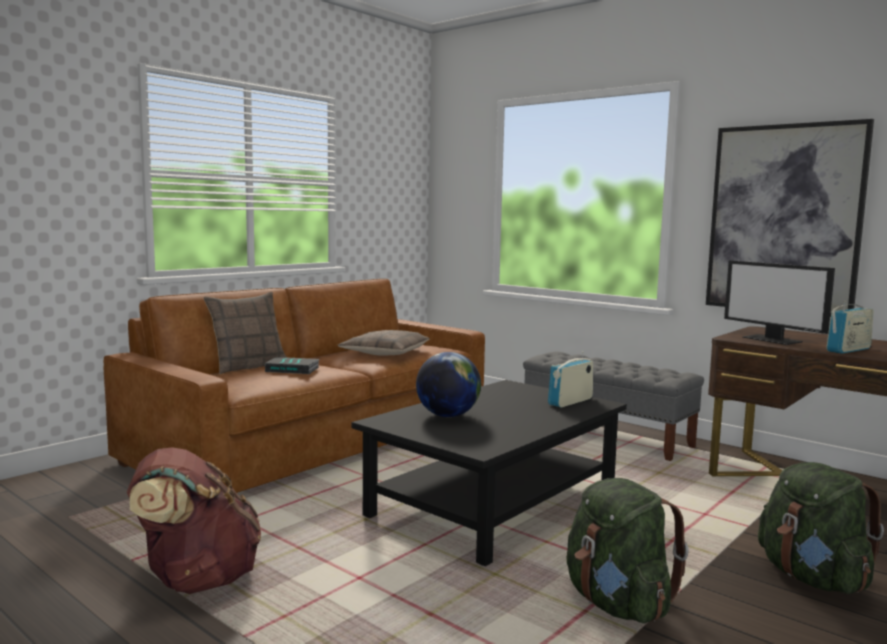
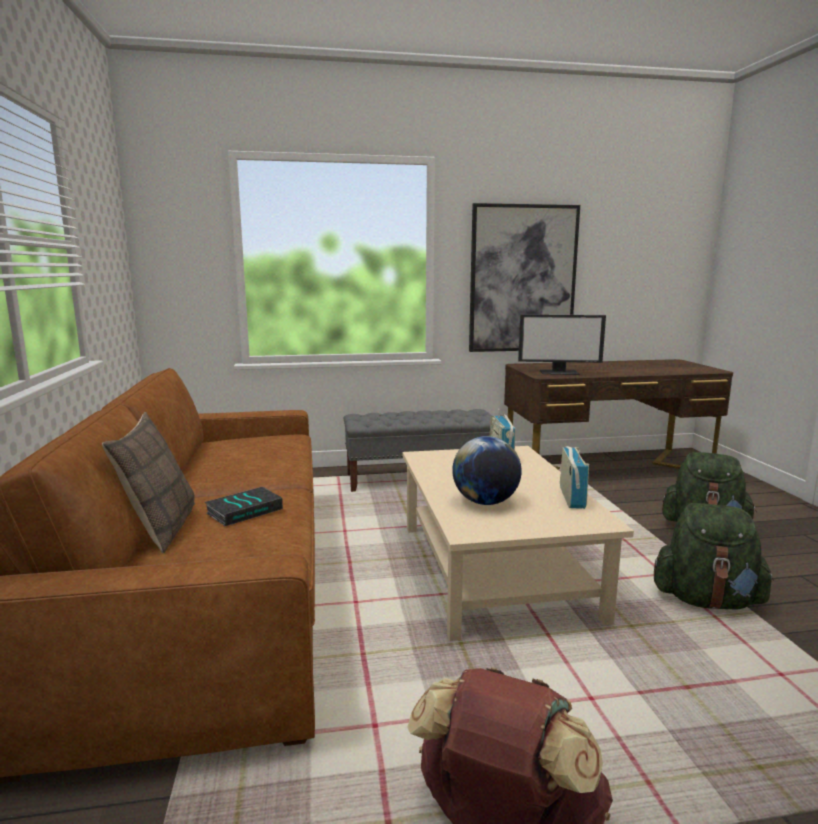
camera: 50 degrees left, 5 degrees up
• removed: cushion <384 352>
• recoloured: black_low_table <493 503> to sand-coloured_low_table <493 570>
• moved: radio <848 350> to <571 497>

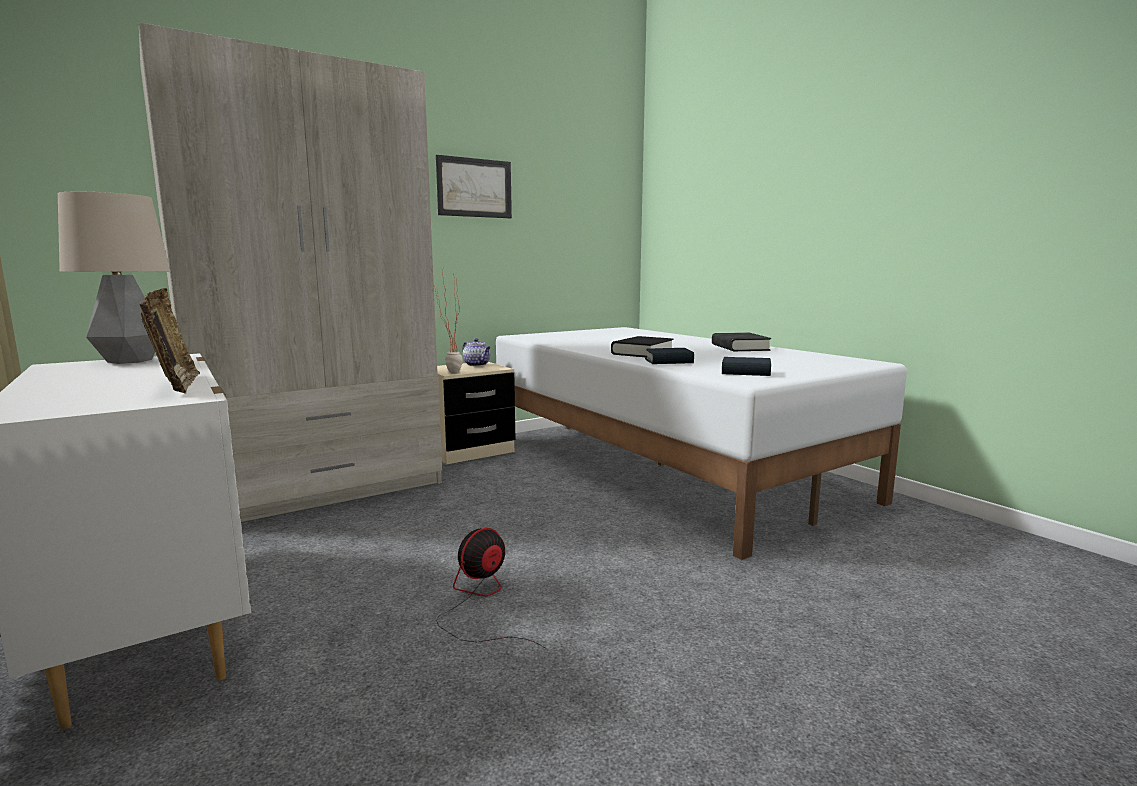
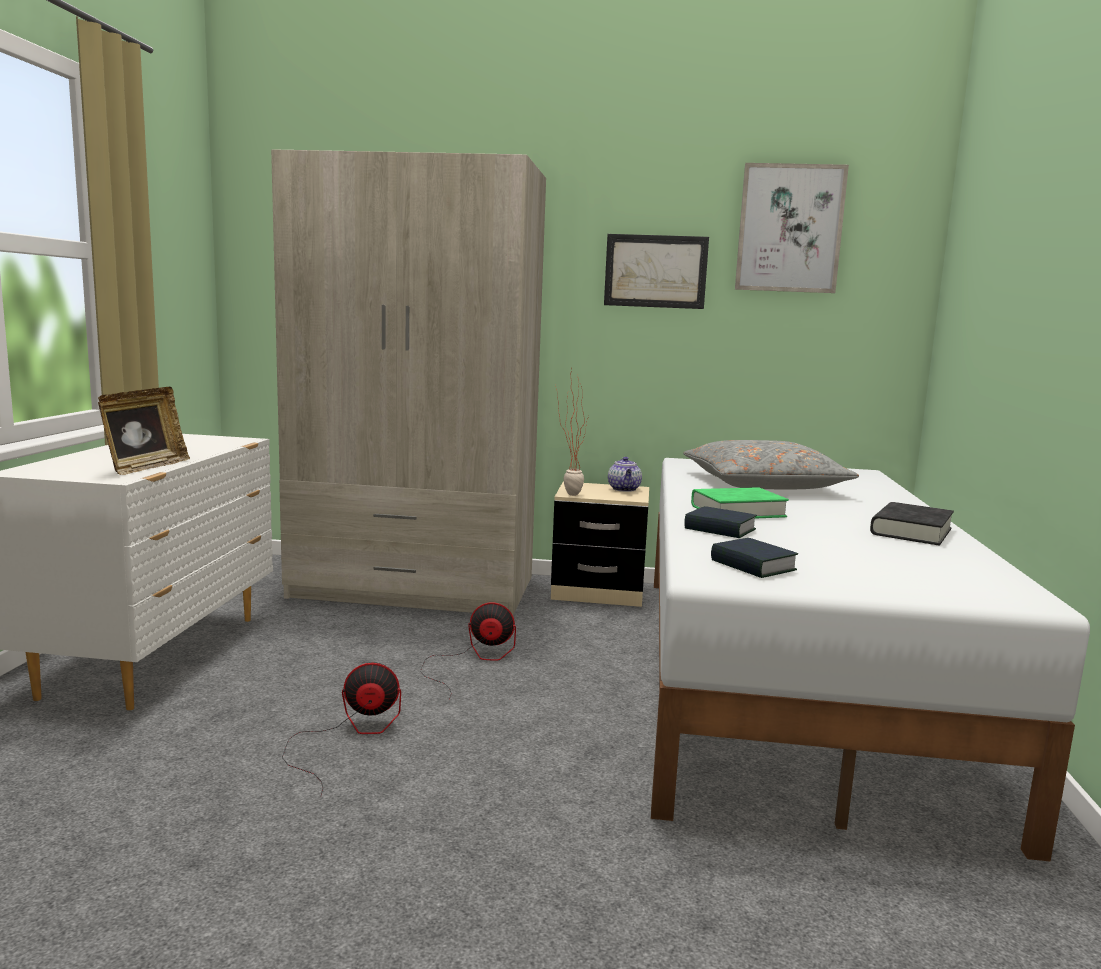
camera: 40 degrees right, 0 degrees up
• removed: tabletop_lamp <129 361>
• recoloured: black_book <642 352> to green_book <738 511>
• added: fan <473 660>
• added: grey_cushion <763 484>
• added: wall_art <789 229>

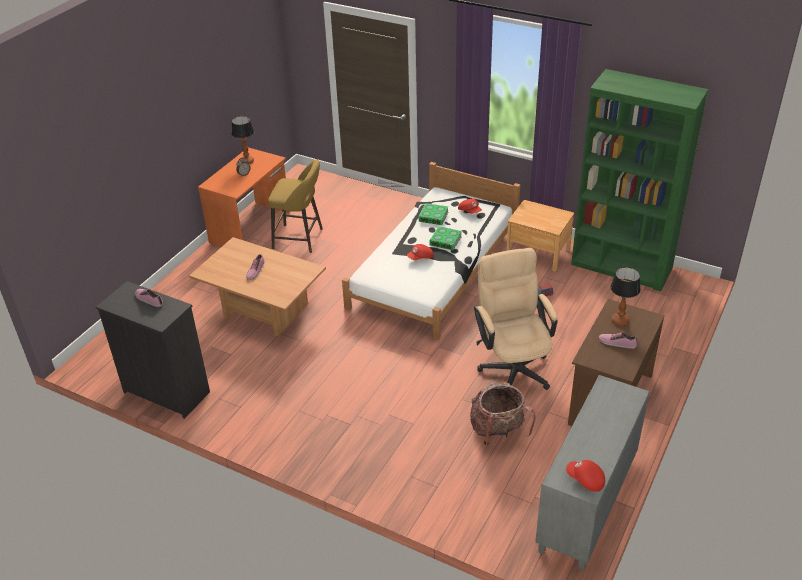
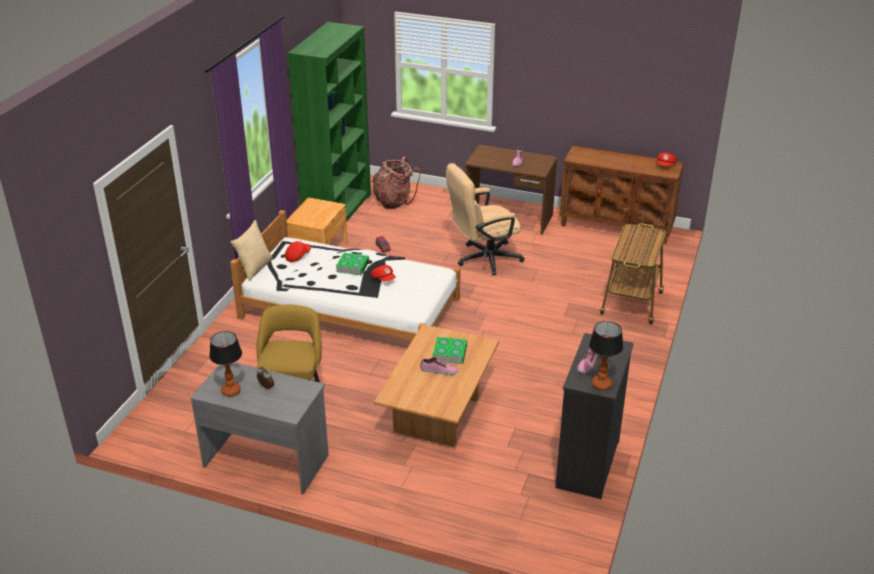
camera: 100 degrees left, 5 degrees down
• recoloured: orange-coloured_desk <251 227> to grey_desk <266 460>
• moved: book <433 216> to <450 353>
• moved: backpack <498 431> to <394 201>
• recoloured: grey_cabinet <587 506> to brown_cabinet <617 227>
• moved: tabletop_lamp <619 321> to <601 384>
• added: sand-coloured_cushion <254 268>
• added: trolley <631 304>

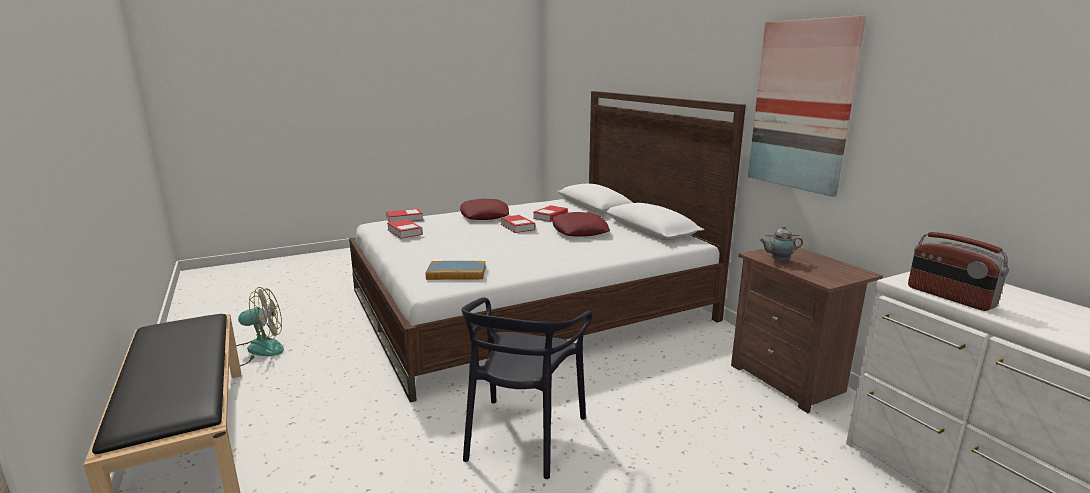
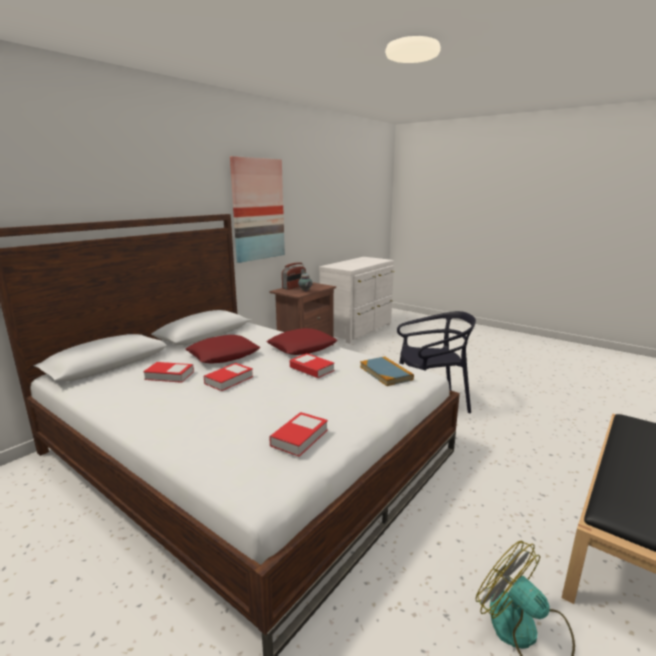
camera: 115 degrees left, 0 degrees up
• moved: book <404 219> to <311 369>
• moved: red_cushion <484 215> to <302 347>
• moved: radio <949 297> to <294 287>

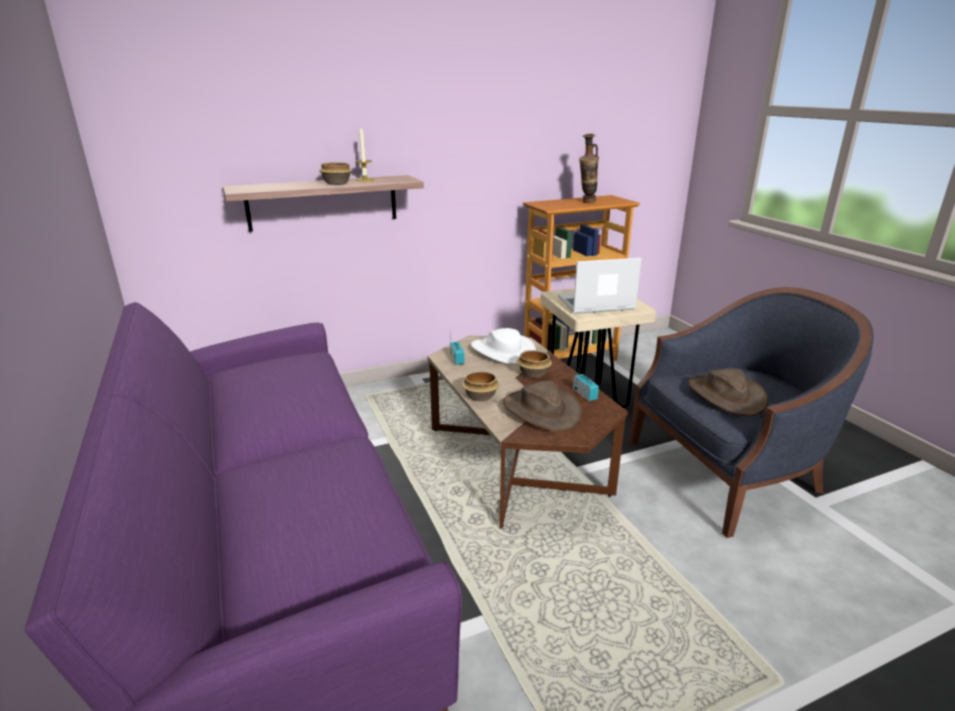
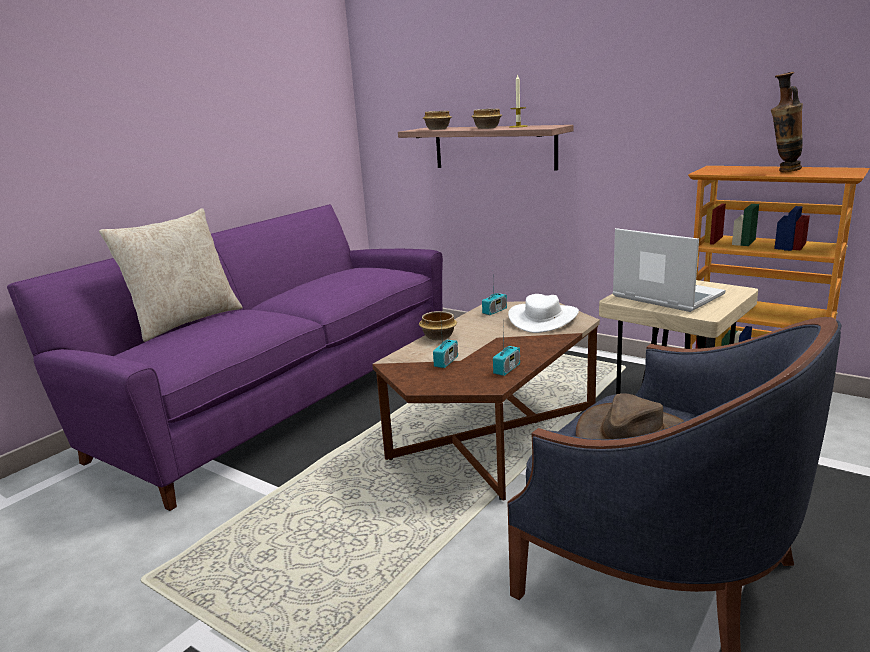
camera: 60 degrees right, 5 degrees down
• replaced: brown_wearable_hat <541 410> to radio <446 362>
• moved: deep_dish <532 373> to <437 129>
• added: sand-coloured_cushion <185 321>

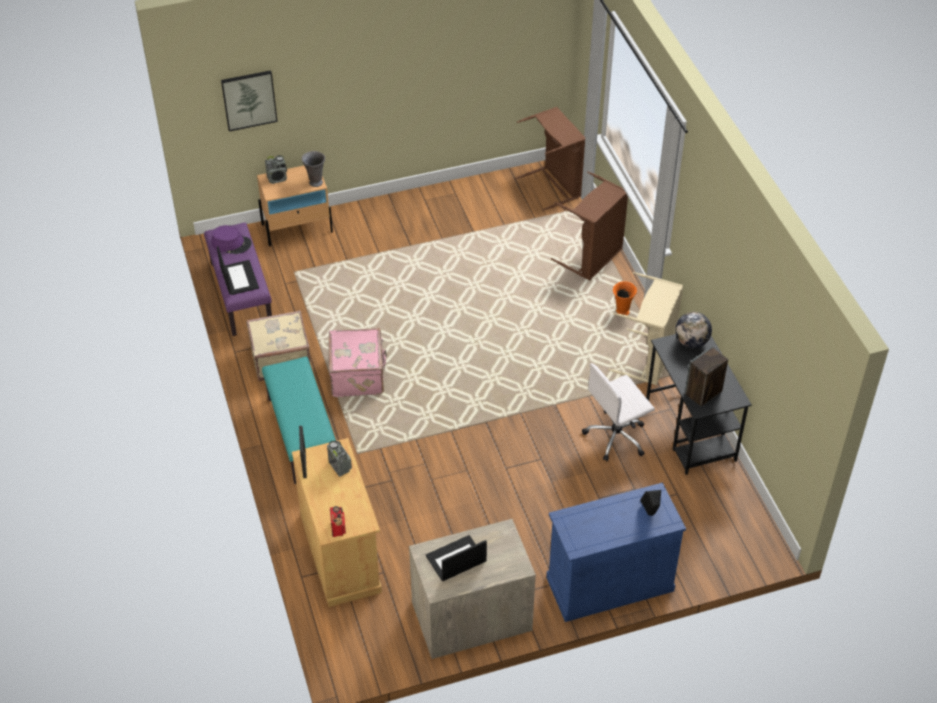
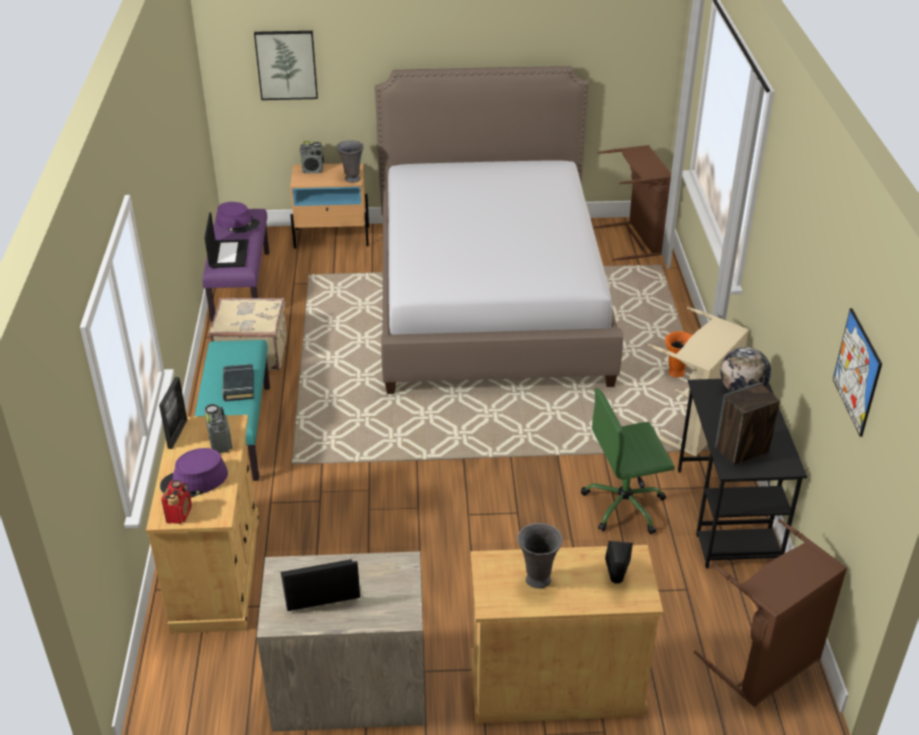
camera: 15 degrees right, 10 degrees down
• removed: pink_suitcase <358 375>
• recoloured: blue-coloured_cabinet <609 584> to sand-coloured_cabinet <556 685>
• moved: brown_laundry_basket <593 258> to <766 665>
• recoloured: whitish_desk_chair <616 436> to green_desk_chair <625 505>
• added: purple_wearable_hat <194 480>
• added: black_book <238 386>
• added: sleeping_bed <490 299>
• added: grey_flower_vase <537 579>
• added: wall_art <857 372>

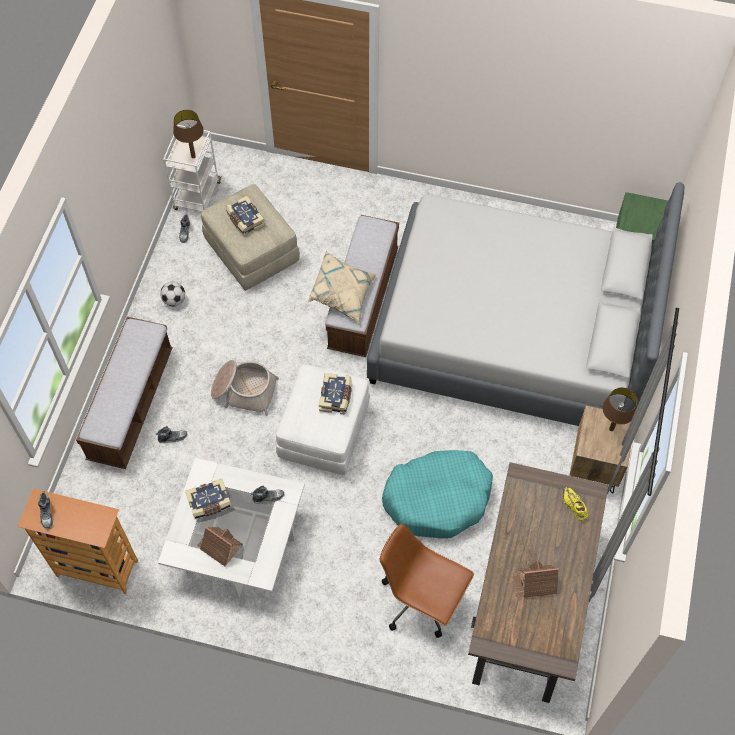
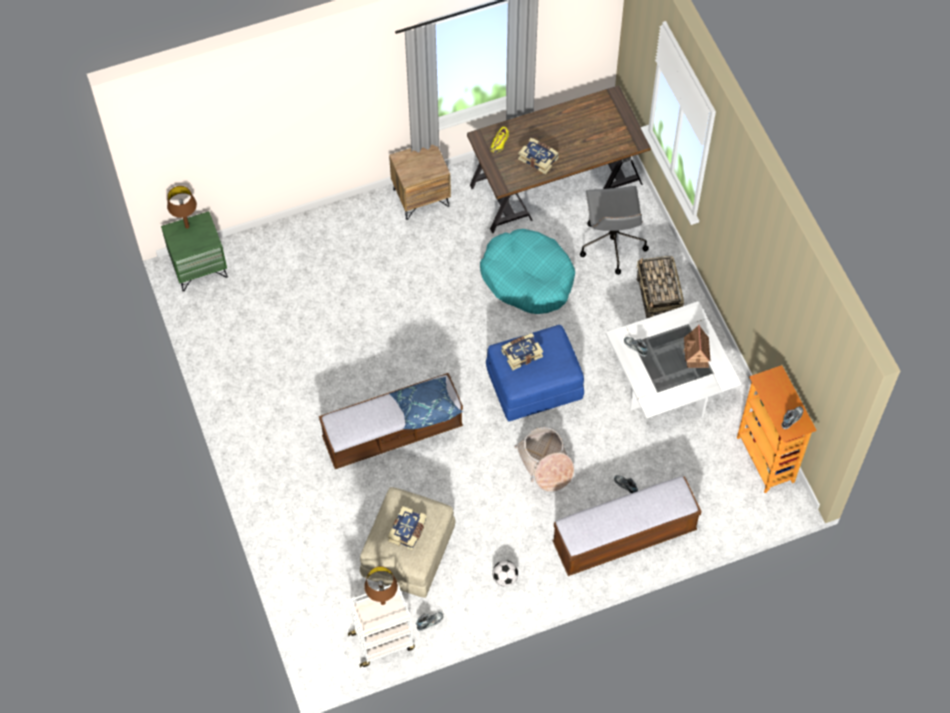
camera: 125 degrees left, 0 degrees up
• moved: book <209 503> to <538 158>
• recoloured: whitish_pouffe <324 431> to blue-coloured_pouffe <534 384>
• recoloured: sand-coloured_cushion <343 295> to blue-coloured_cushion <425 408>
• removed: grey_sleeping_bed <512 332>
• recoloured: brown_desk_chair <421 600> to grey_desk_chair <612 244>
• removed: model_house <534 582>
• moved: brown_tabletop_lamp <611 429> to <187 226>
• added: storage_basket <658 300>

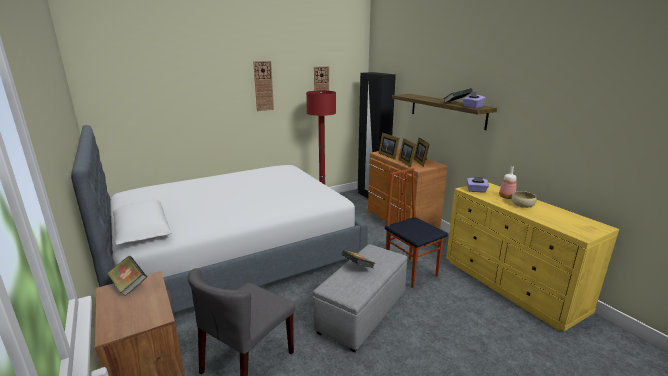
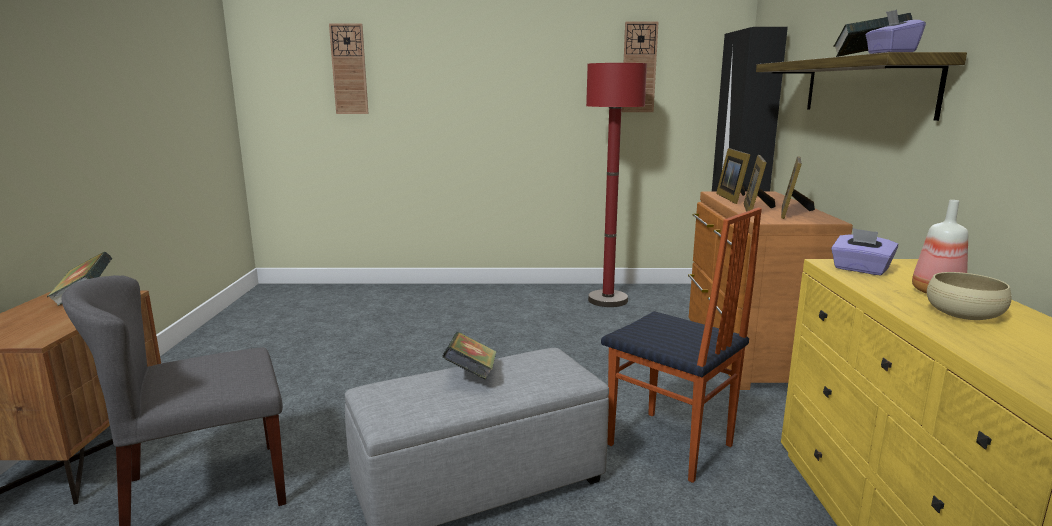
camera: 30 degrees right, 5 degrees down
• removed: sleeping_bed <234 256>
• moved: clock_on_the_wall <263 86> to <349 69>
• turned: upright_chair <411 271> = <669 446> 135 degrees clockwise

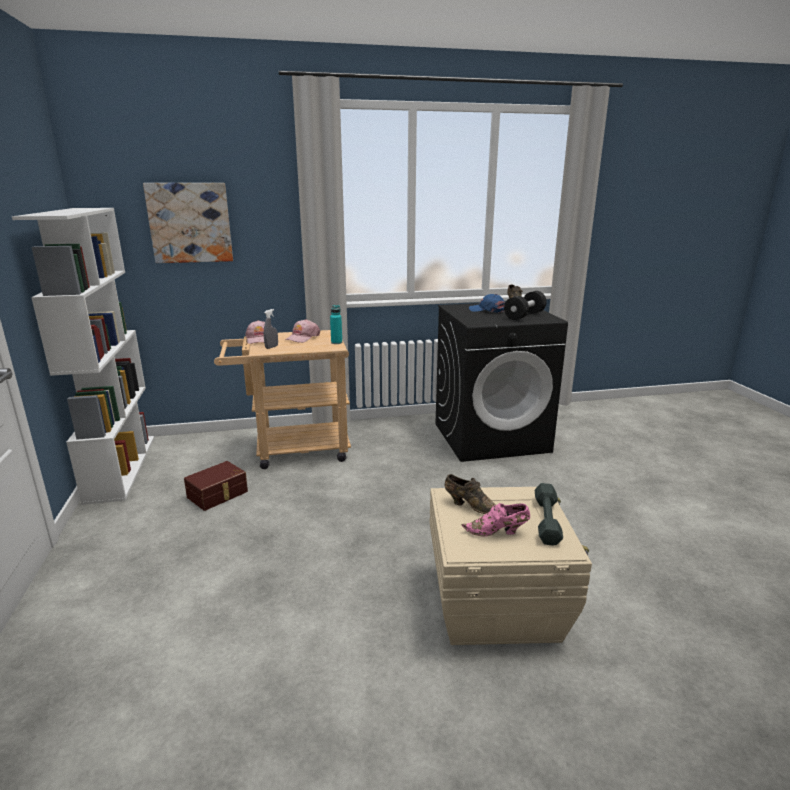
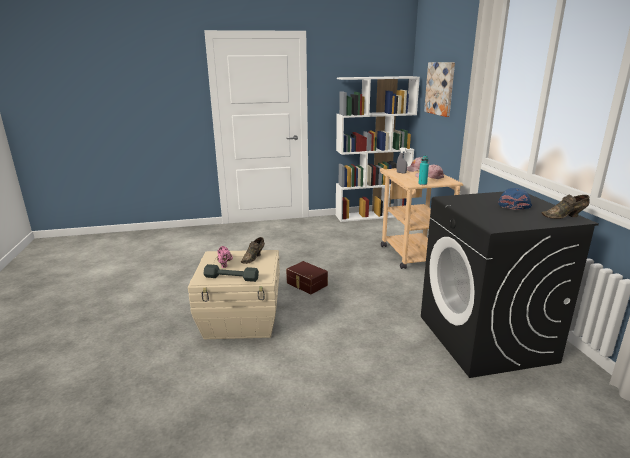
camera: 90 degrees right, 0 degrees up
• moved: brown_storage_container <218 495> to <306 284>
• removed: black_free_weight <524 316>

